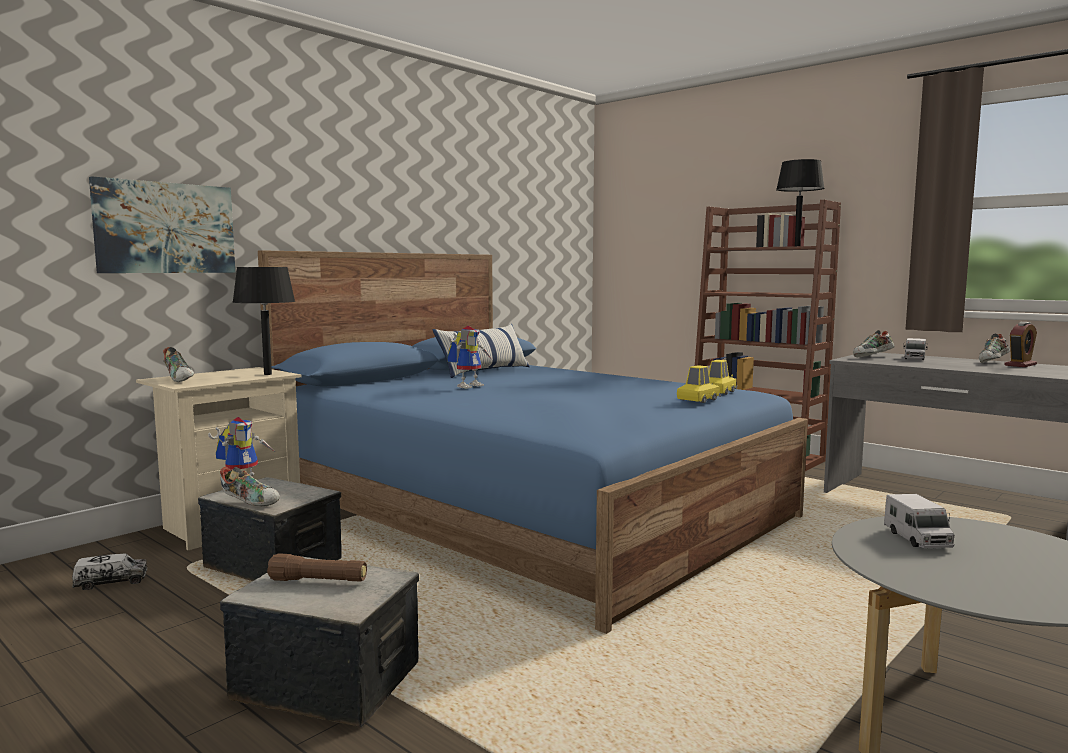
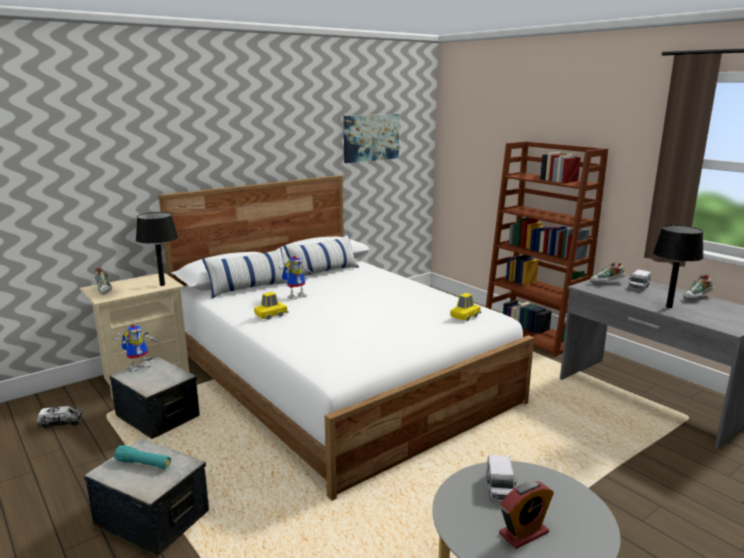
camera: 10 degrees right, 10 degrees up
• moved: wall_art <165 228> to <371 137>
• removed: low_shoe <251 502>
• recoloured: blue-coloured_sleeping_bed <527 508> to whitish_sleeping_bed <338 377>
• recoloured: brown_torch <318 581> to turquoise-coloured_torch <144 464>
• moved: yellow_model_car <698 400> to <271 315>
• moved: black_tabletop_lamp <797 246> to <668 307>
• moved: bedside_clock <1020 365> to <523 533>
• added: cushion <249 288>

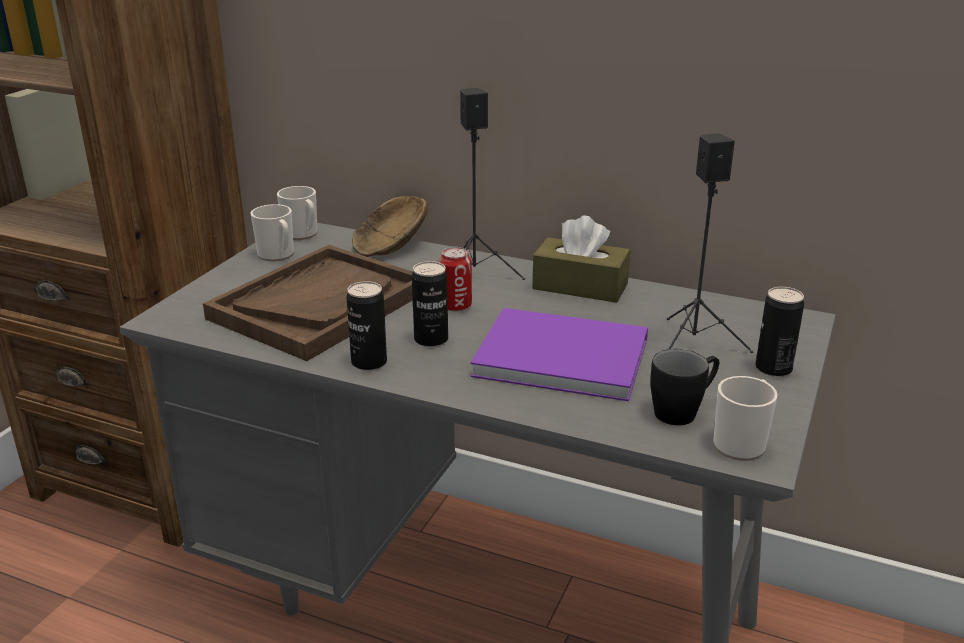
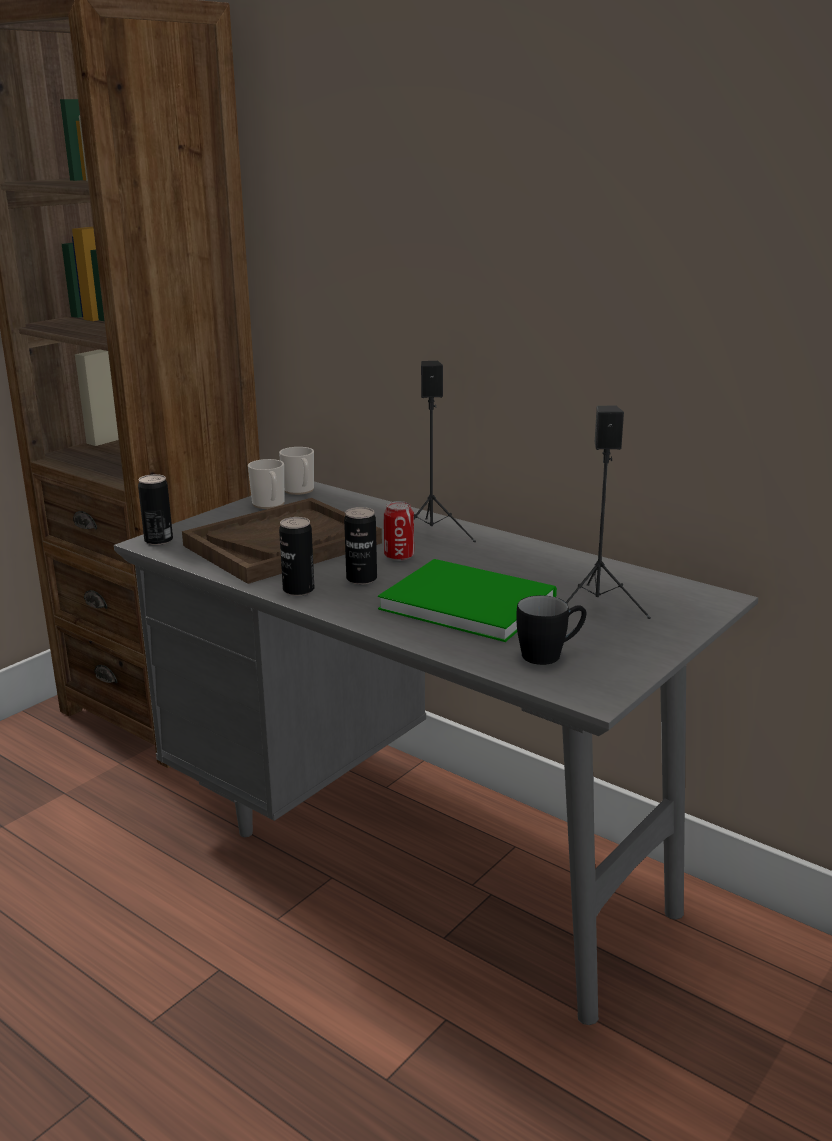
camera: 15 degrees right, 5 degrees down
• removed: brown_deep_dish <388 247>
• recoloured: purple_book <557 355> to green_book <465 601>
• removed: brown_tissue_box <580 286>
• removed: coffee_mug <742 443>
• moved: metal_can <773 368> to <158 540>

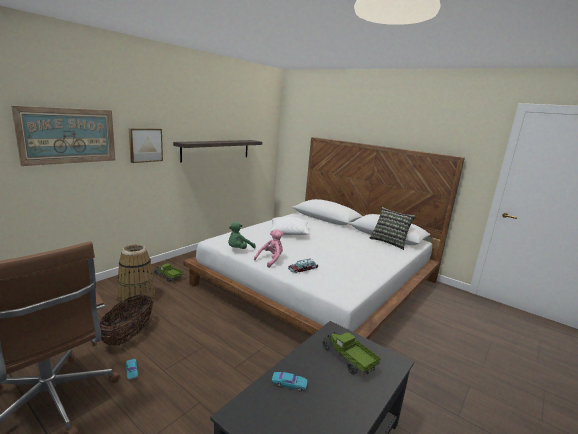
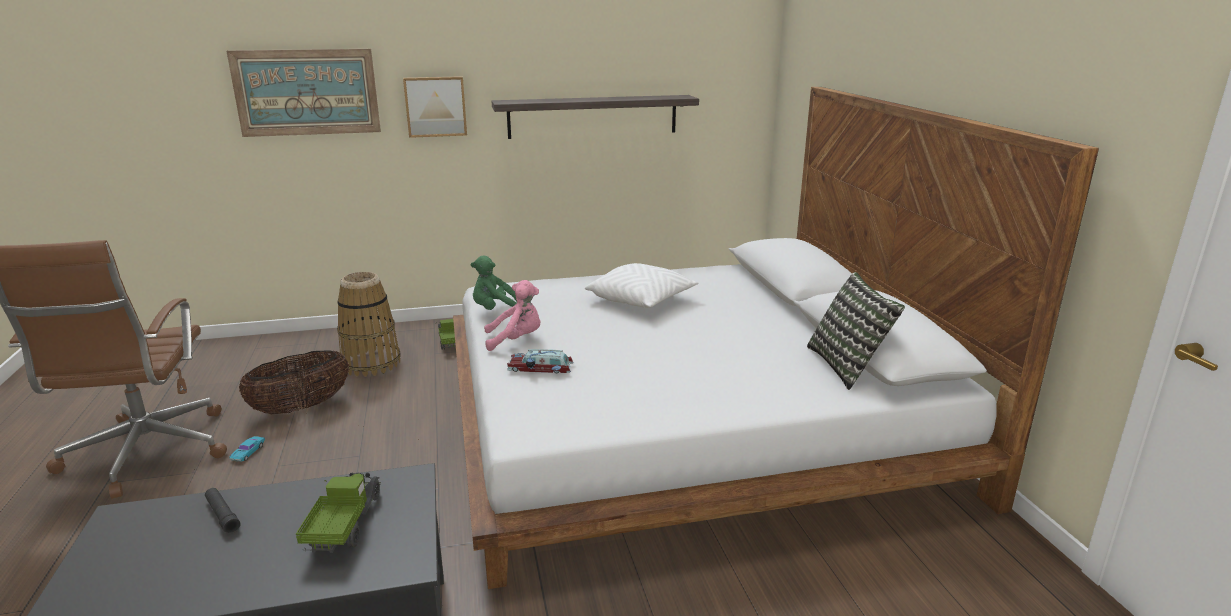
camera: 40 degrees right, 5 degrees up
• replaced: turquoise-coloured_model_car <289 383> to black_torch <222 515>

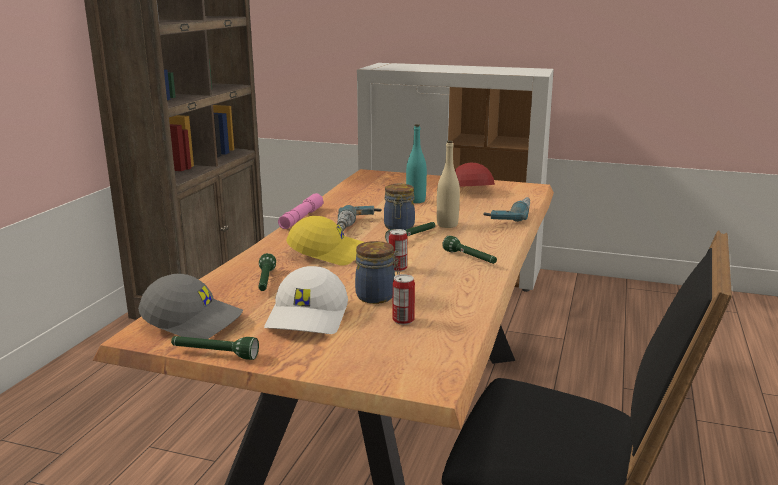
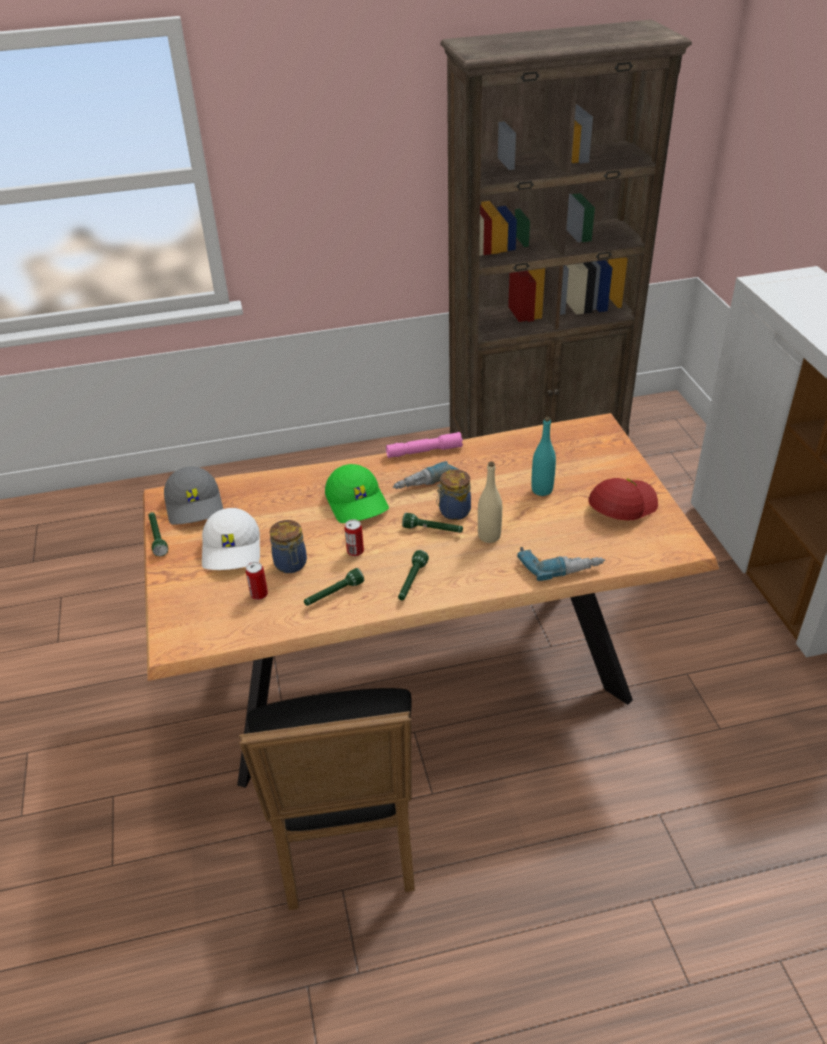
camera: 60 degrees right, 20 degrees up
• moved: green_torch <265 282> to <333 594>
• turned: whitish_baseball_cap <309 318> = <233 549> 75 degrees counterclockwise
• recoloured: yellow_baseball_cap <328 253> to green_baseball_cap <357 502>

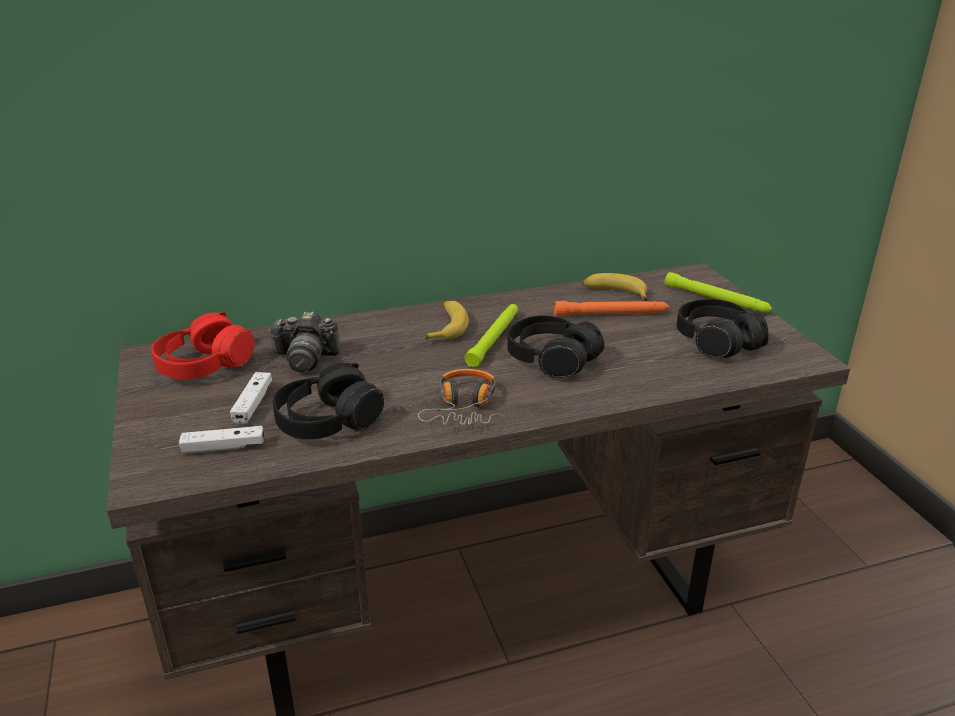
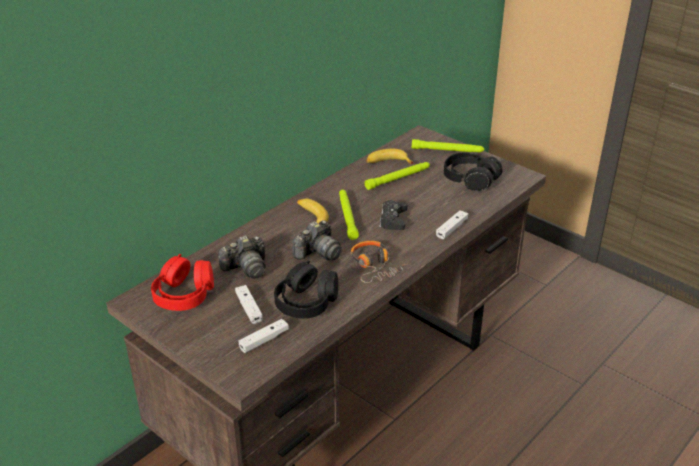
camera: 30 degrees left, 5 degrees up
• replaced: black_headphones <551 359> to black_game_controller <393 220>
• recoloured: orange-coloured_torch <611 314> to green_torch <398 178>
• added: photo_camera <318 253>
• added: whitish_game_controller <451 229>

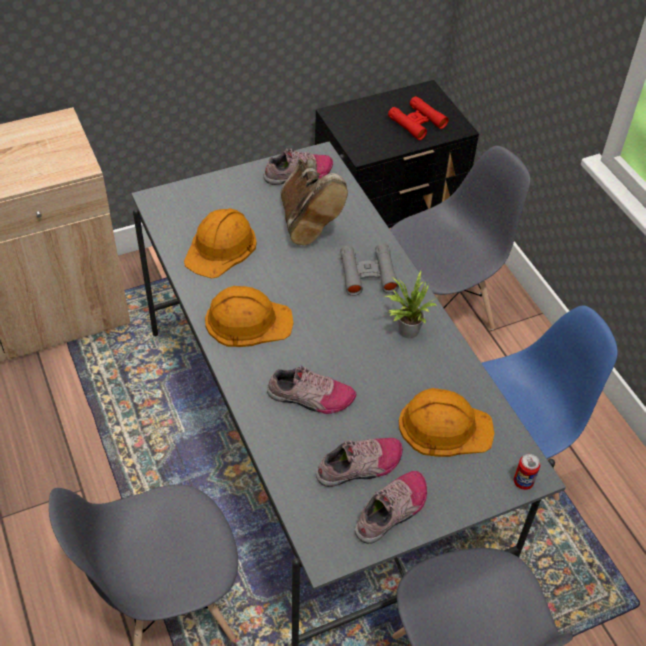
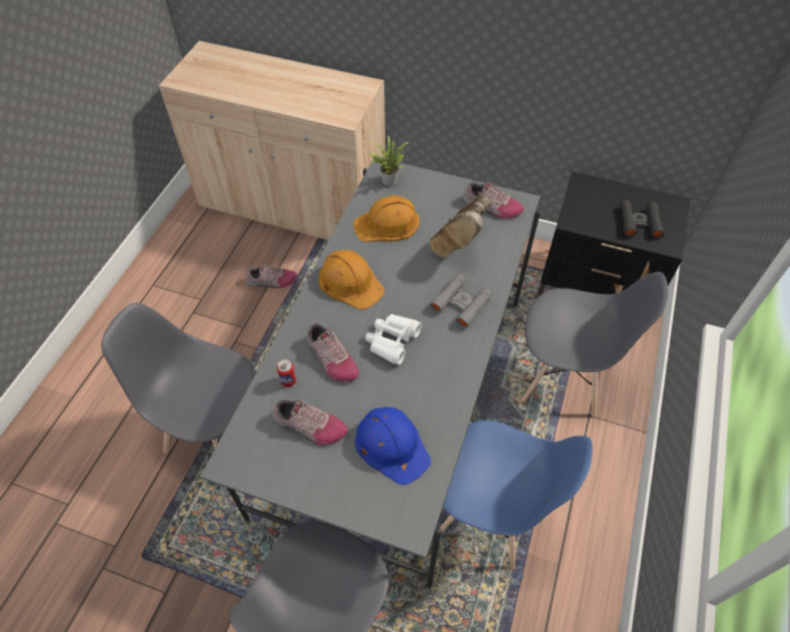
camera: 45 degrees right, 5 degrees up
• moved: low_shoe <392 511> to <272 281>
• moved: houseplant <405 330> to <388 180>
• recoloured: red_pair_of_binoculars <417 122> to black_pair_of_binoculars <639 223>
• recoloured: orange-coloured_safety_helmet <444 426> to blue-coloured_safety_helmet <392 445>
• moved: metal_can <523 482> to <288 381>
• added: whitish_pair_of_binoculars <392 341>

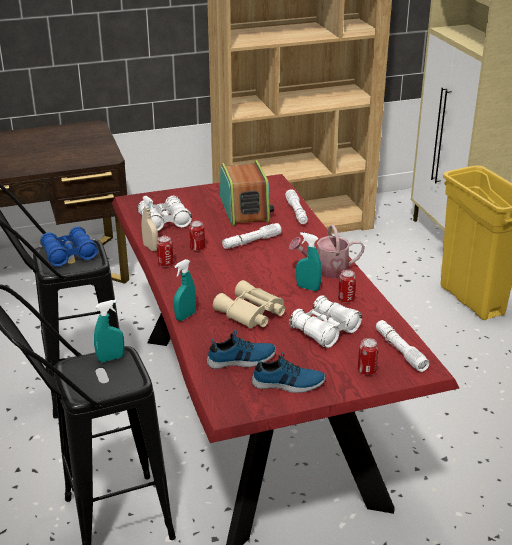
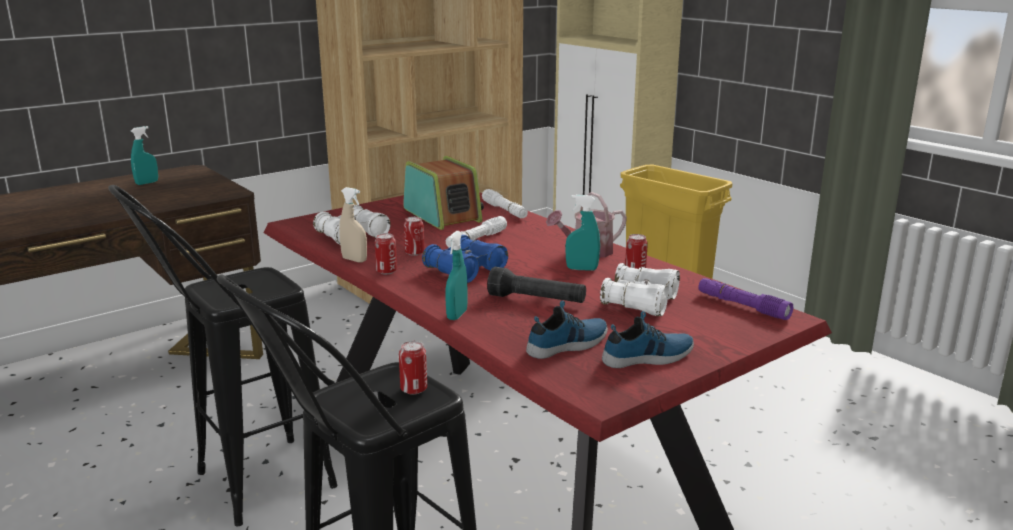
camera: 20 degrees left, 10 degrees down
• moved: blue-coloured_pair_of_binoculars <69 254> to <465 270>
• moved: turquoise-coloured_hand_sprayer <111 358> to <147 183>
• replaced: sand-coloured_pair_of_binoculars <250 313> to black_torch <537 300>
• moved: metal_can <367 370> to <414 389>
• recoloured: whitish_torch <400 350> to purple_torch <742 306>

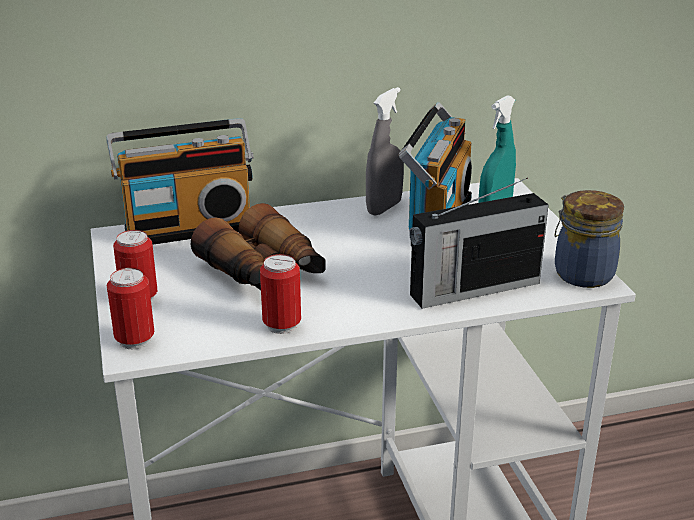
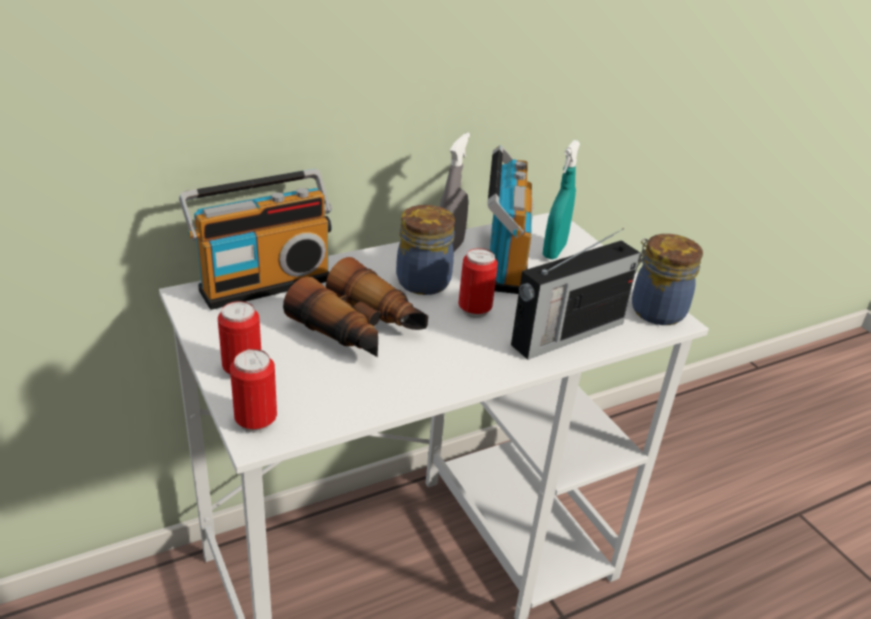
camera: 15 degrees left, 5 degrees up
• moved: metal_can <282 325> to <474 310>
• added: preserve_jar <422 280>

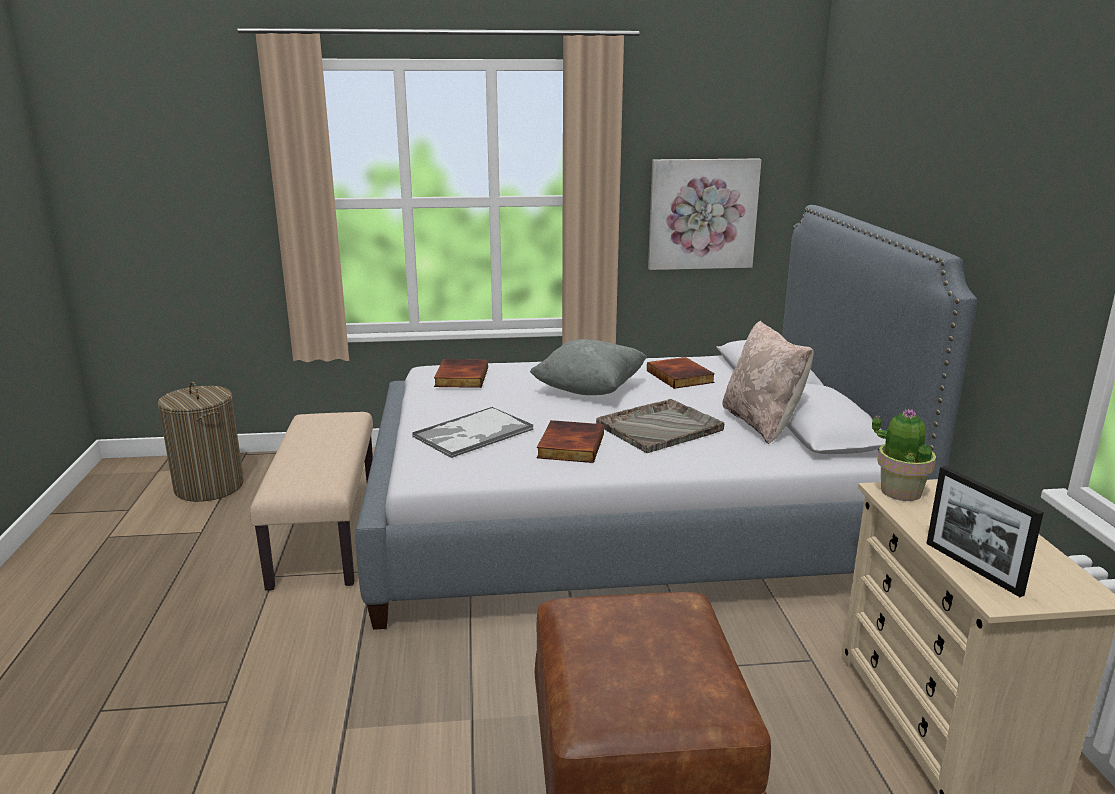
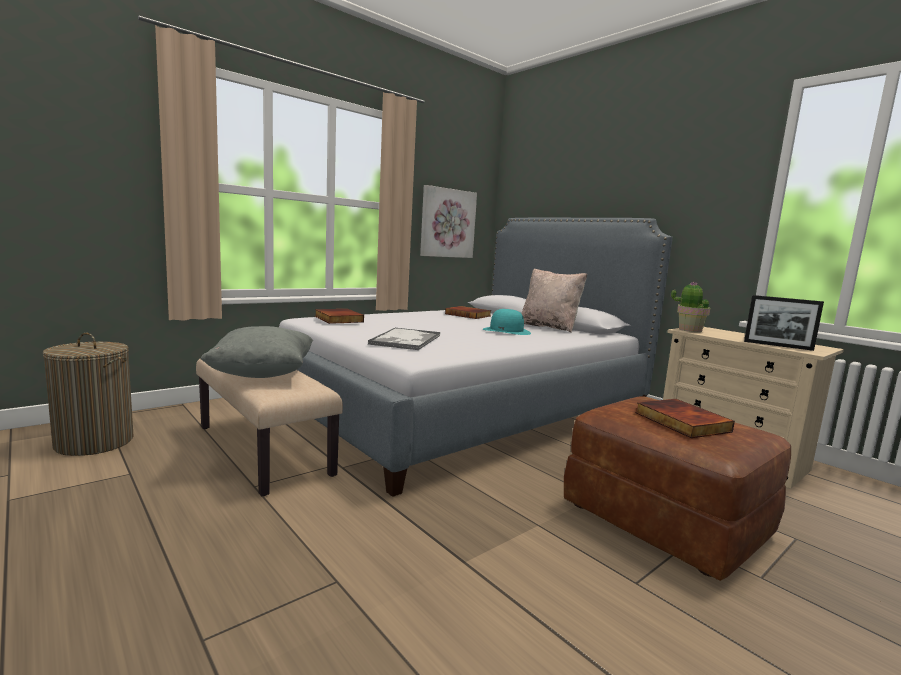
camera: 35 degrees left, 10 degrees down
• moved: grey_cushion <589 390> to <262 374>
• moved: book <569 445> to <680 422>
• replaced: grey_tray <660 427> to turquoise-coloured_wearable_hat <506 331>

